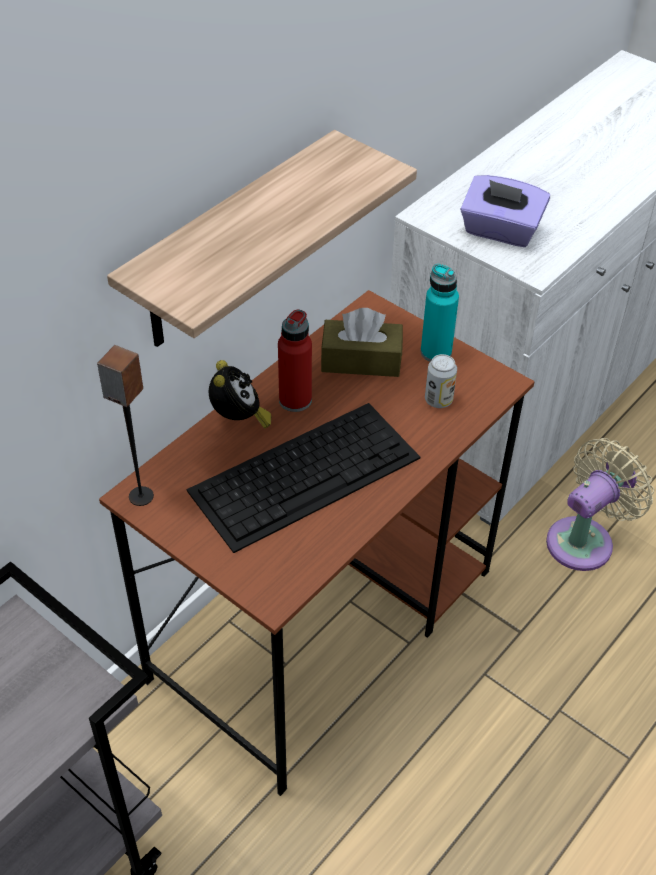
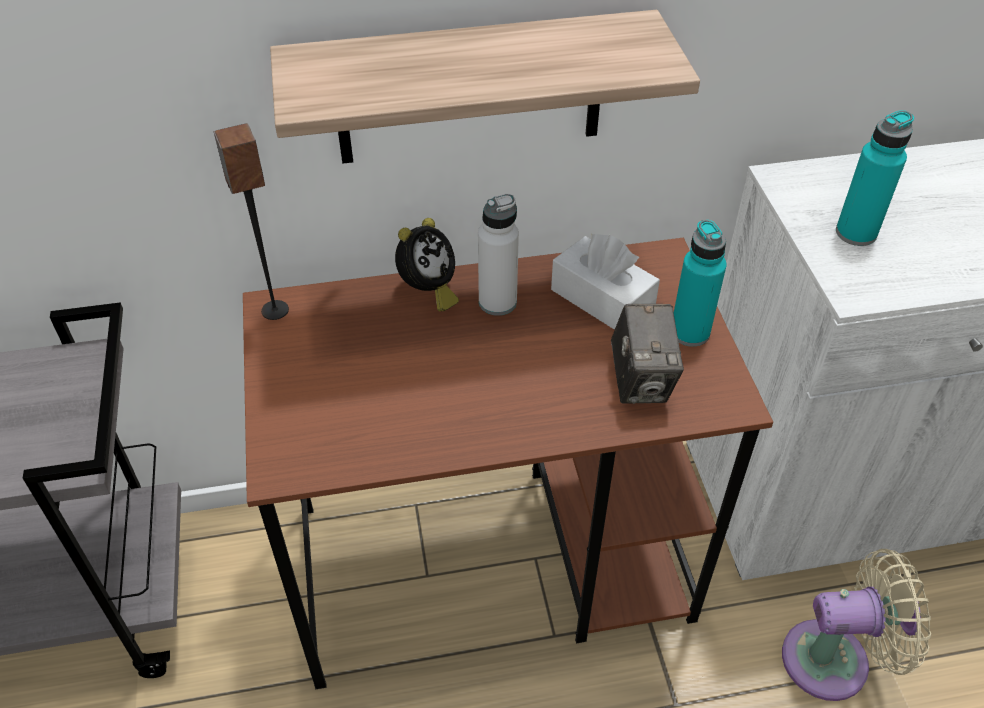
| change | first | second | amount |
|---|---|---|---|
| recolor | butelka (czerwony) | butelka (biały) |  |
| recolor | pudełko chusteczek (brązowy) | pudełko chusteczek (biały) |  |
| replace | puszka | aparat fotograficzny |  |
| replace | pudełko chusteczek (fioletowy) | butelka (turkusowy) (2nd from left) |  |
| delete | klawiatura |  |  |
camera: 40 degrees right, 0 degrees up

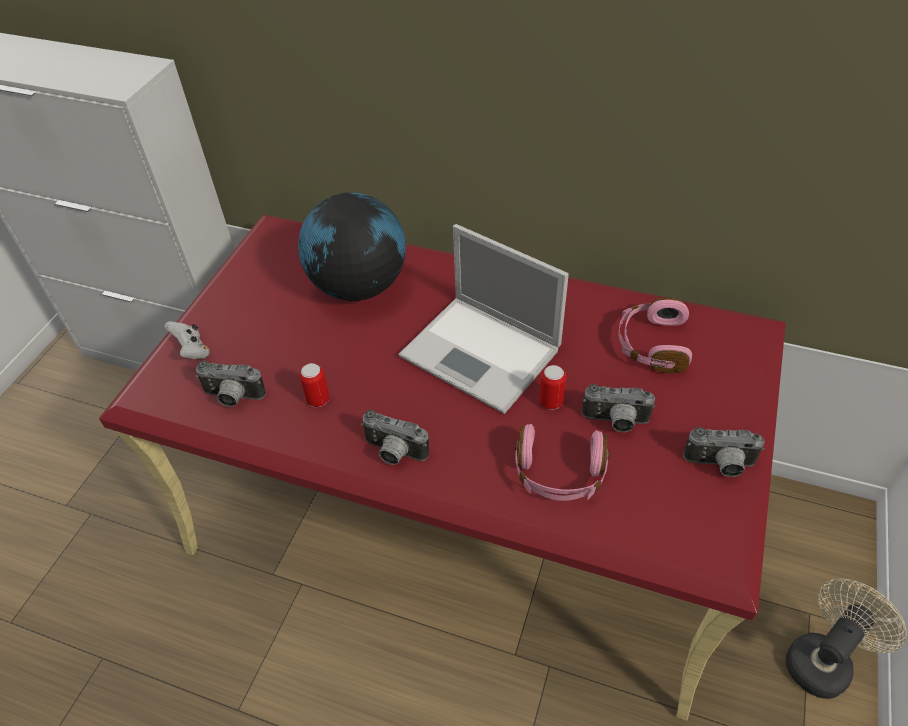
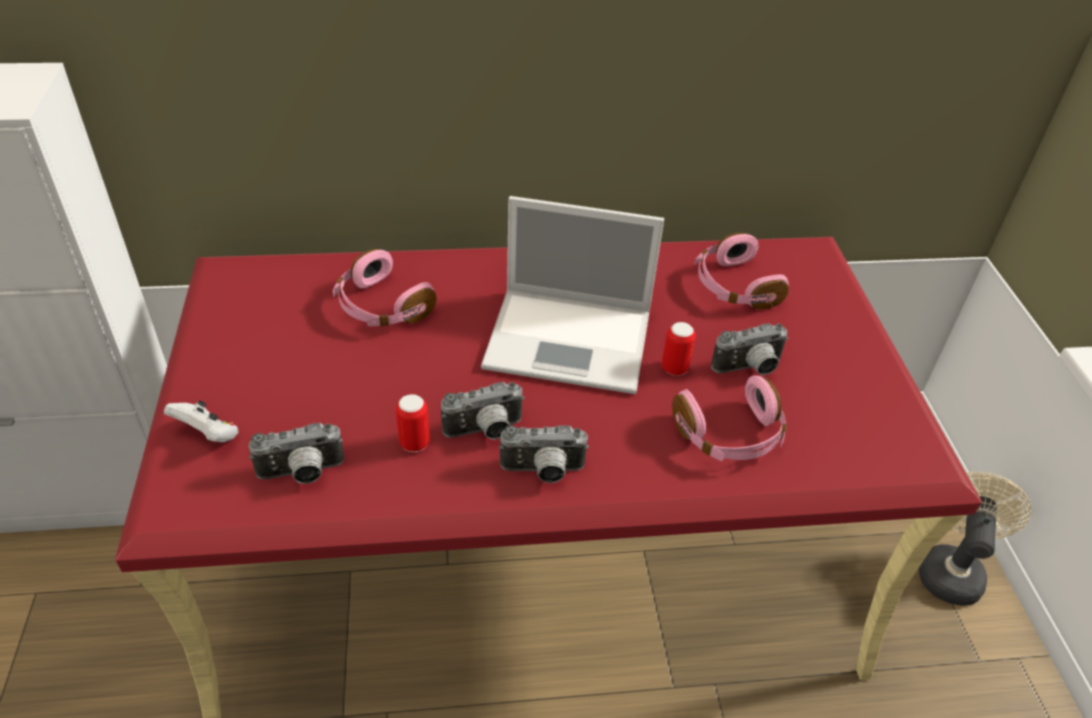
| change | first | second | amount |
|---|---|---|---|
| replace | globus | słuchawki (różowy) (1st from left) |  |
| move | aparat fotograficzny (4th from left in the first image) | aparat fotograficzny (2nd from left) |  |
camera: 30 degrees left, 5 degrees down

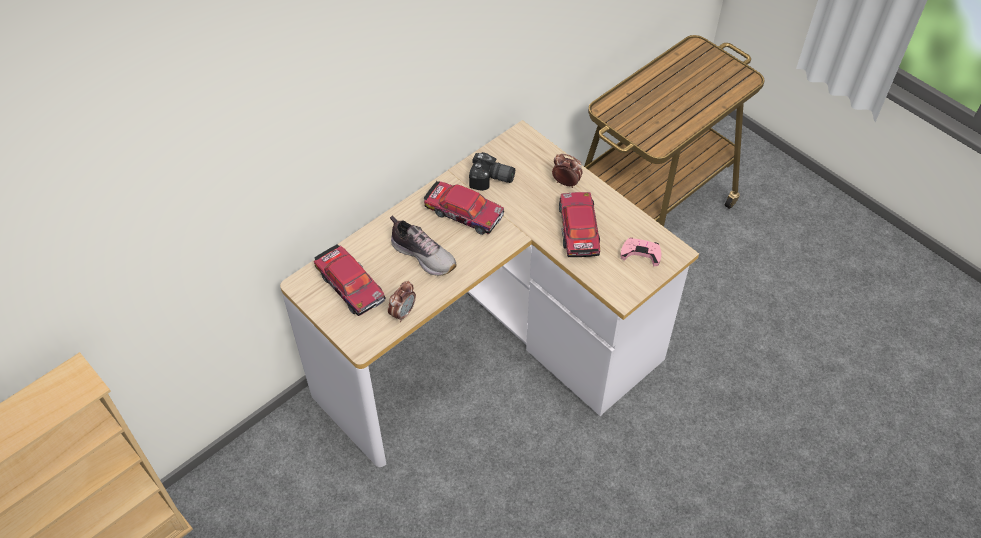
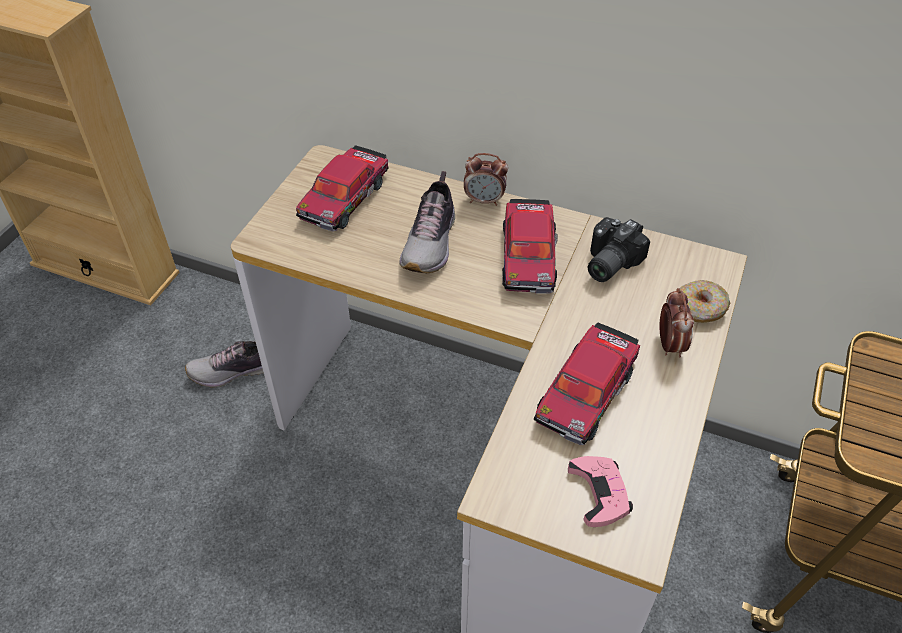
| change | first | second | amount |
|---|---|---|---|
| insert |  | but (1st from left) |  |
| move | budzik (1st from left) |  |  |
| rotate | samochodzik (3rd from left) |  | 150 degrees clockwise |
| rotate | aparat fotograficzny |  | 45 degrees clockwise |
| insert |  | donut |  |
camera: 65 degrees right, 5 degrees down

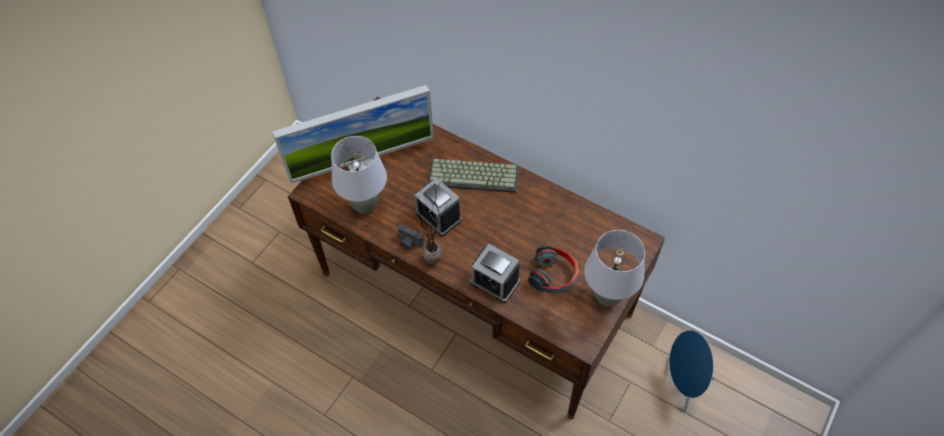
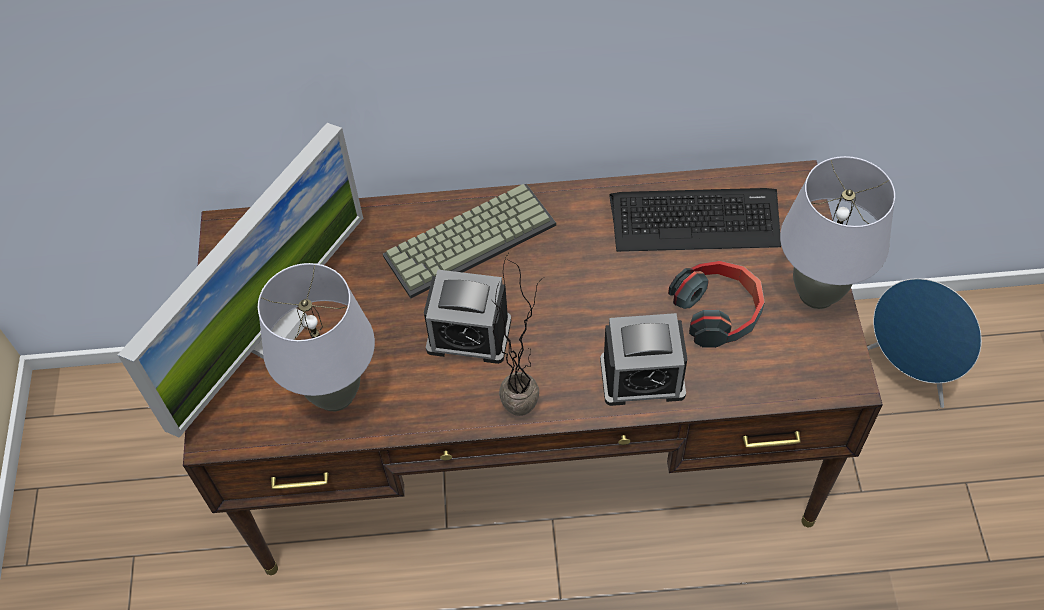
| change | first | second | amount |
|---|---|---|---|
| insert |  | klawiatura (2nd from left) |  |
| delete | aparat fotograficzny |  |  |
camera: 35 degrees left, 0 degrees up

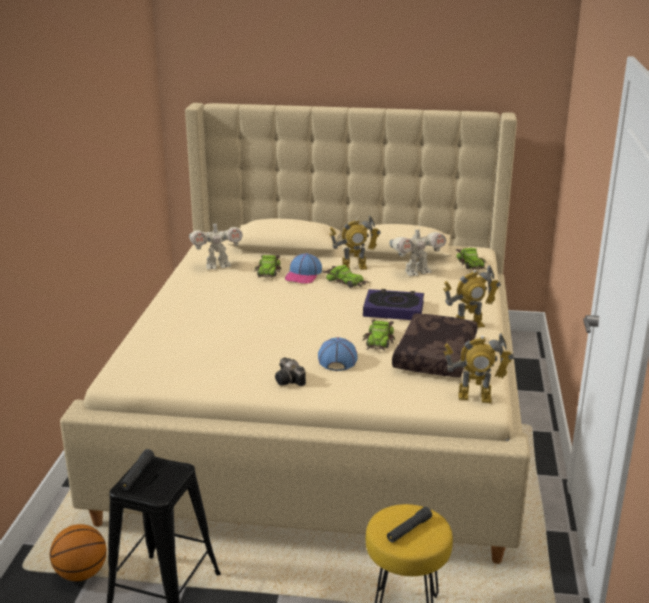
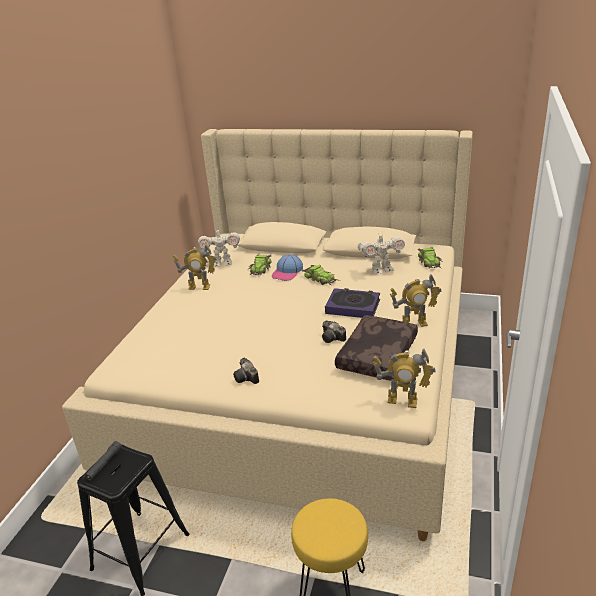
| change | first | second | amount |
|---|---|---|---|
| move | robot zabawkowy (2nd from left in the first image) | robot zabawkowy (1st from left) |  |
| replace | samochodzik (3rd from left) | aparat fotograficzny (2nd from left) |  |
| delete | piłka do koszykówki |  |  |
| delete | czapka z daszkiem (2nd from left) |  |  |
| delete | latarka (czarny) (2nd from left) |  |  |
camera: 10 degrees right, 5 degrees up

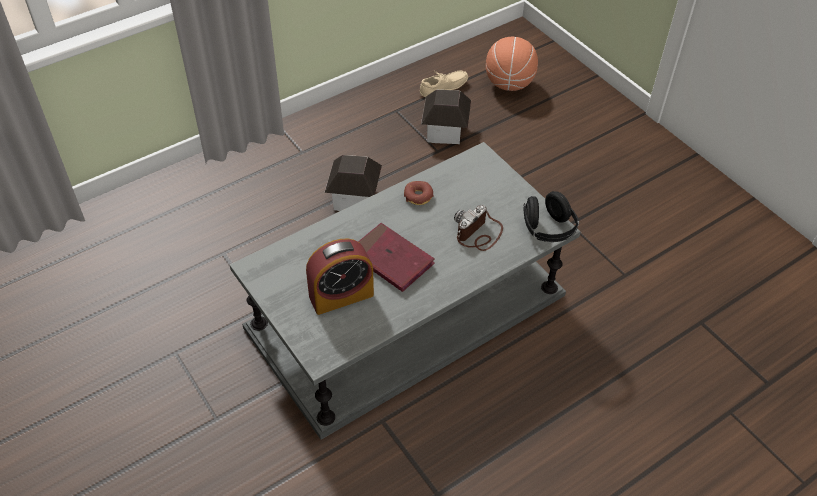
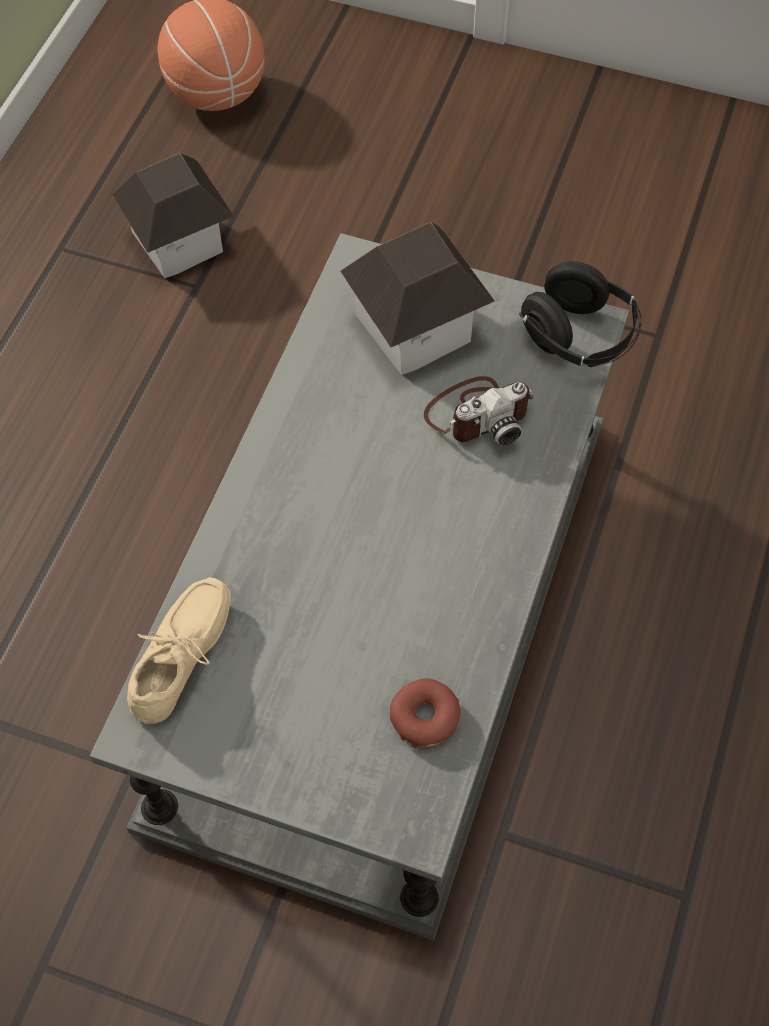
| change | first | second | amount |
|---|---|---|---|
| move | but (beżowy) |  |  |
| move | domek (1st from left in the first image) | domek (2nd from left) |  |
| move | donut |  |  |
| rotate | aparat fotograficzny |  | 120 degrees counterclockwise |
| delete | budzik |  |  |
| delete | książka (czerwony) |  |  |
camera: 35 degrees left, 10 degrees up

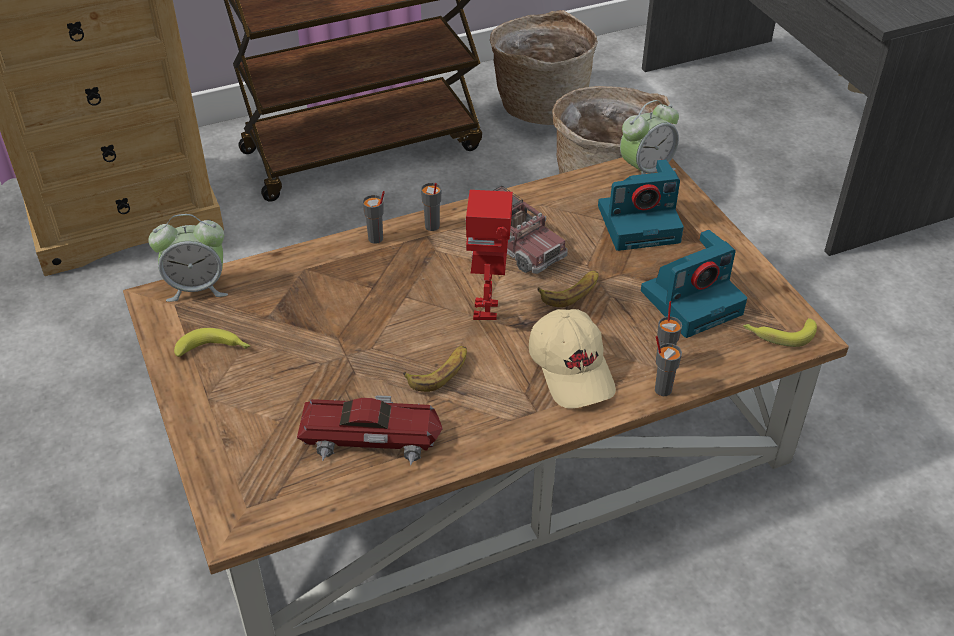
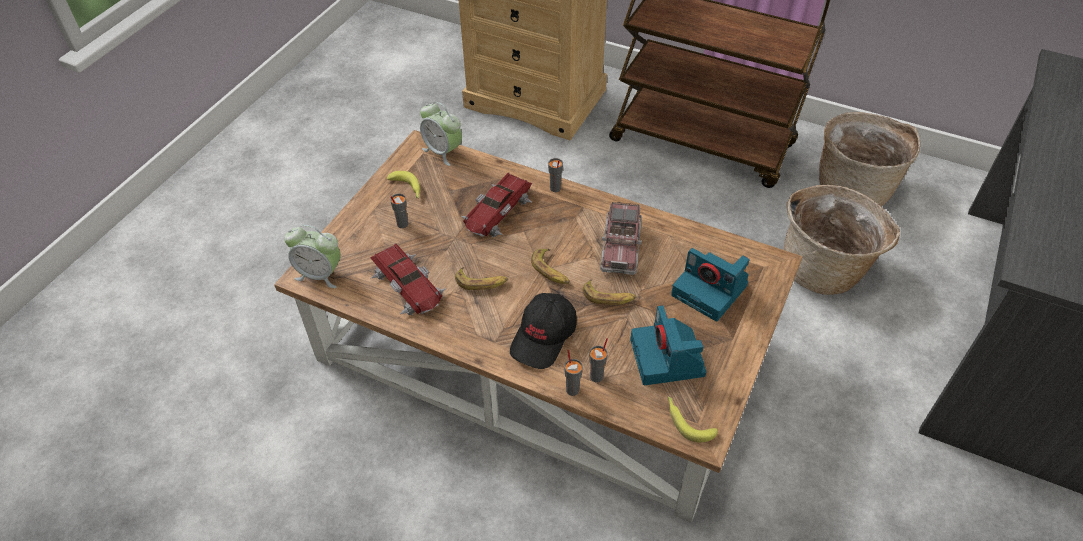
| change | first | second | amount |
|---|---|---|---|
| move | budzik (2nd from left in the first image) | budzik (1st from left) |  |
| move | filiżanka (szary) (2nd from left in the first image) | filiżanka (szary) (1st from left) |  |
| insert |  | samochodzik (2nd from left) |  |
| recolor | czapka z daszkiem (beżowy) | czapka z daszkiem (czarny) |  |
| replace | robot zabawkowy | banan (3rd from left) |  |
| rotate | aparat fotograficzny (2nd from left in the first image) | aparat fotograficzny (1st from left) | 60 degrees clockwise |
camera: 50 degrees right, 5 degrees up

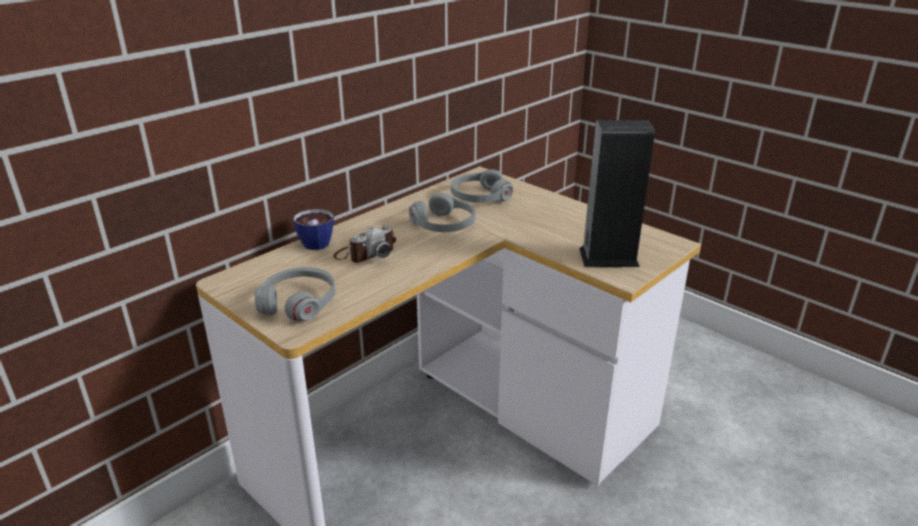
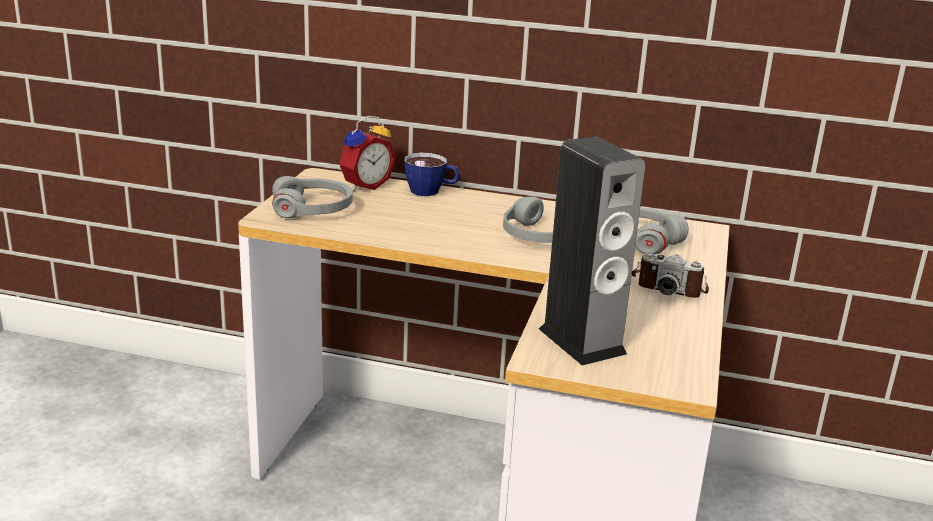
| change | first | second | amount |
|---|---|---|---|
| insert |  | budzik |  |
| move | aparat fotograficzny |  |  |
camera: 60 degrees right, 5 degrees down

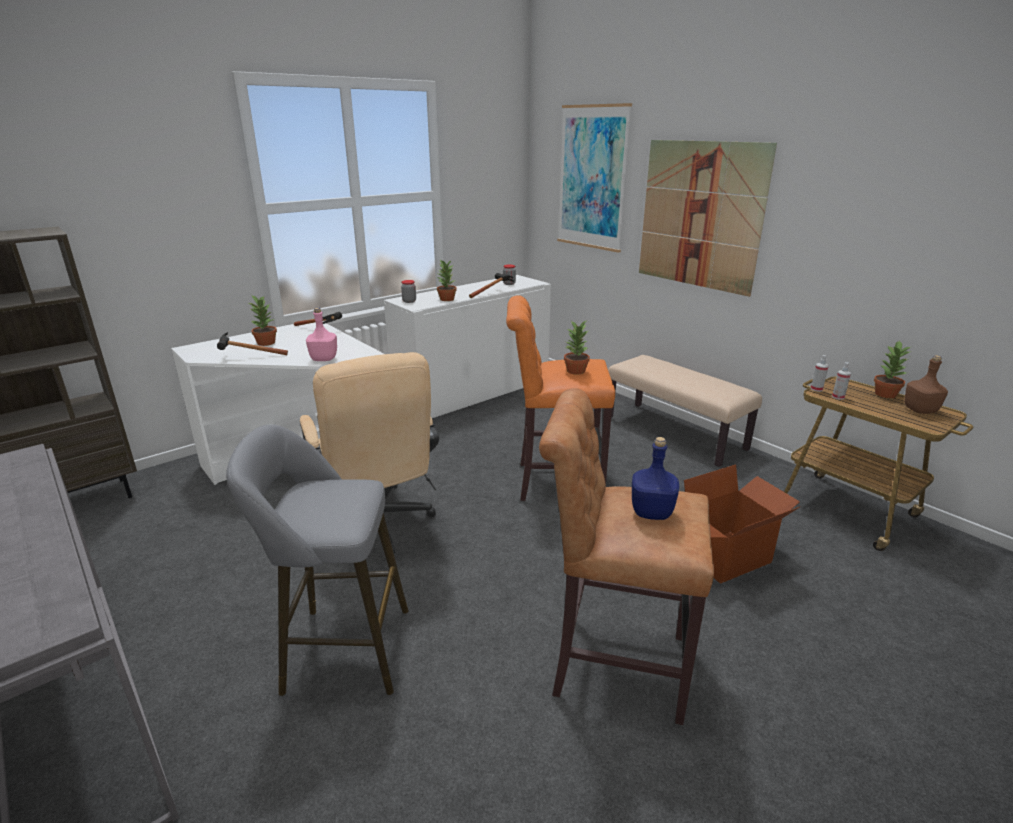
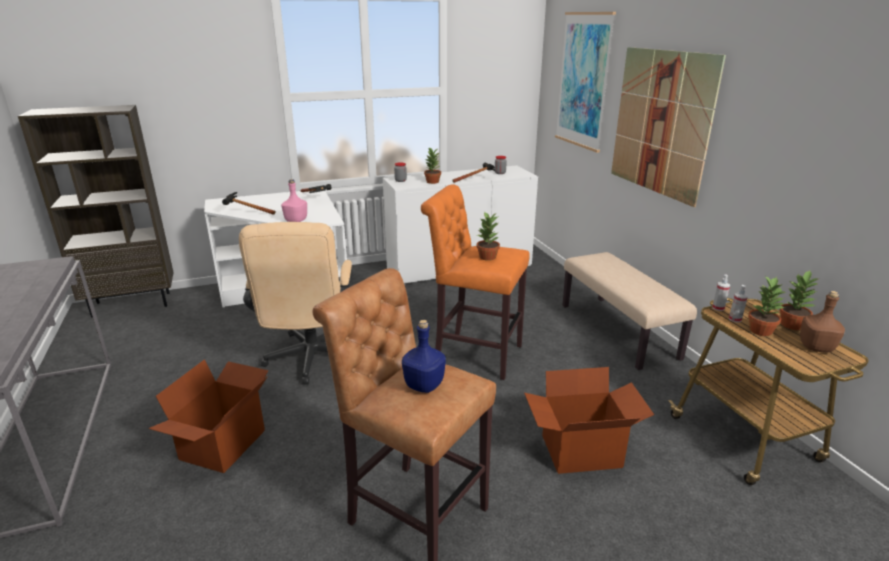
| change | first | second | amount |
|---|---|---|---|
| replace | stołek (szary) | karton (1st from left) |  |
| move | roślina doniczkowa (1st from left in the first image) | roślina doniczkowa (3rd from left) |  |
camera: 20 degrees right, 0 degrees up

